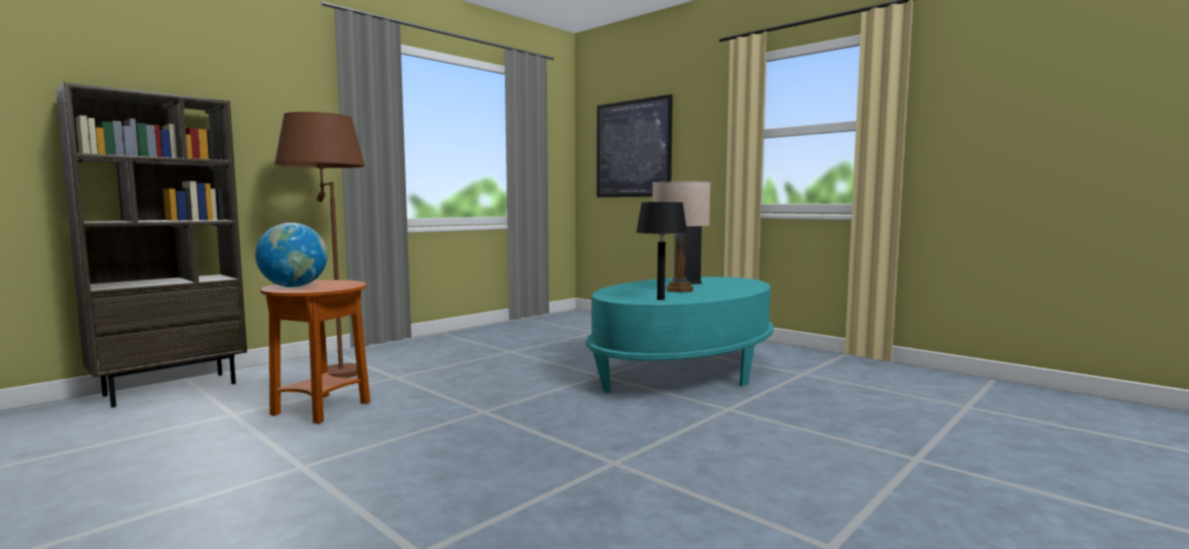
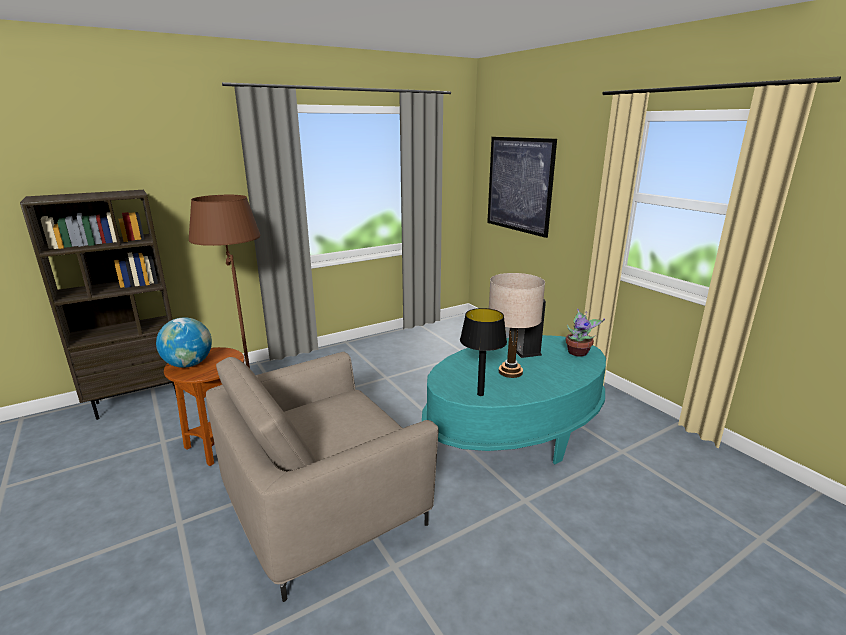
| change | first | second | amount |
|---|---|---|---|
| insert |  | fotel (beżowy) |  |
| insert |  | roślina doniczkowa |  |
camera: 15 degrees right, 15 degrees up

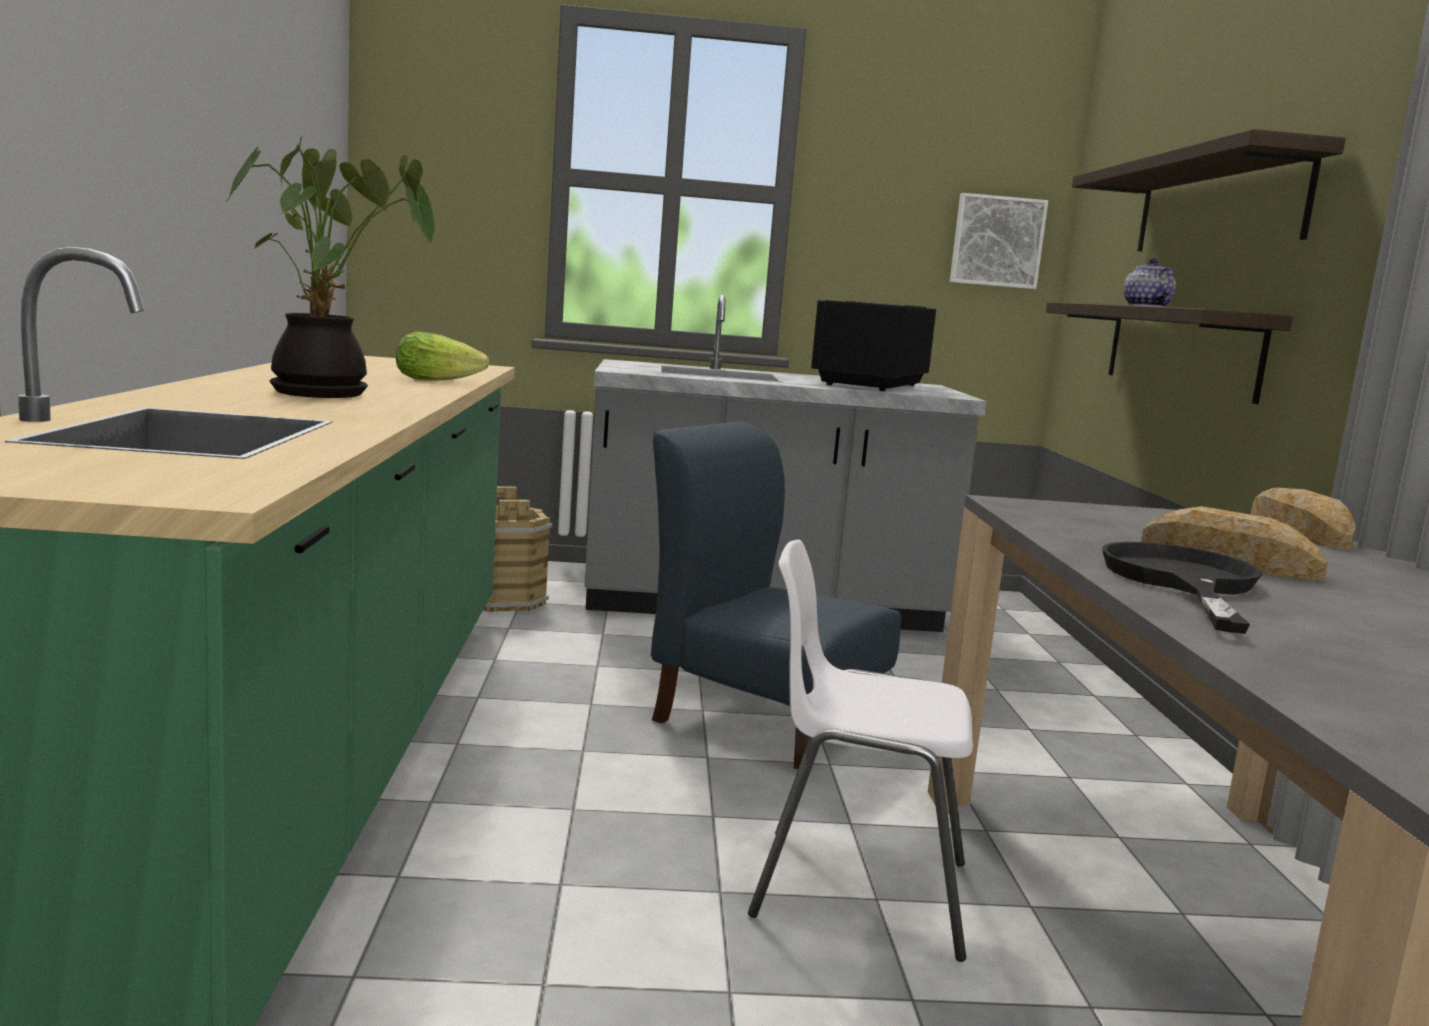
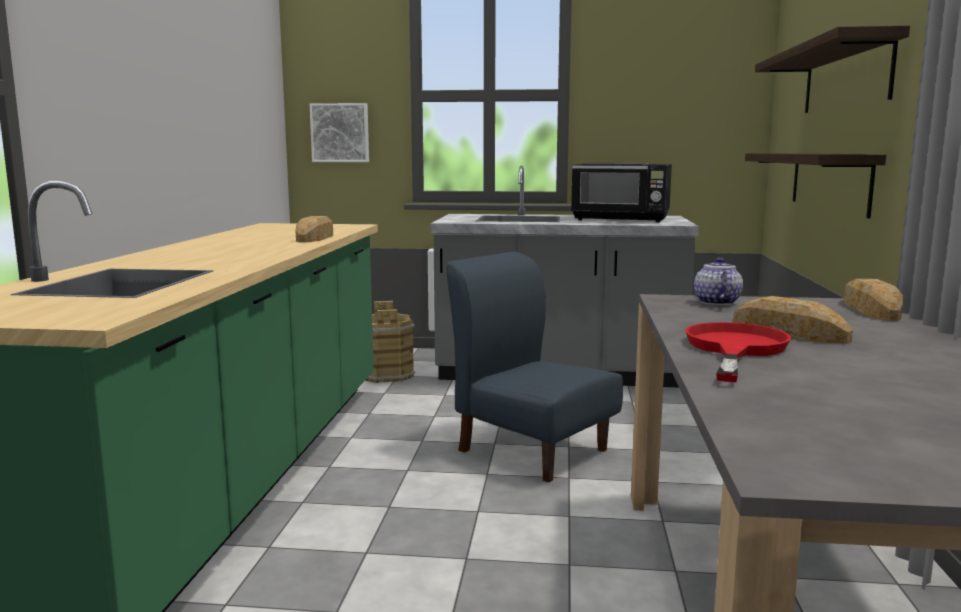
| change | first | second | amount |
|---|---|---|---|
| replace | sałata | chleb (1st from left) |  |
| move | obraz |  |  |
| rotate | mikrofalówka (czarny) |  | 105 degrees counterclockwise |
| recolor | patelnia (czarny) | patelnia (czerwony) |  |
| move | imbryk |  |  |
| delete | roślina doniczkowa |  |  |
| delete | krzesło (biały) |  |  |
camera: 10 degrees right, 0 degrees up

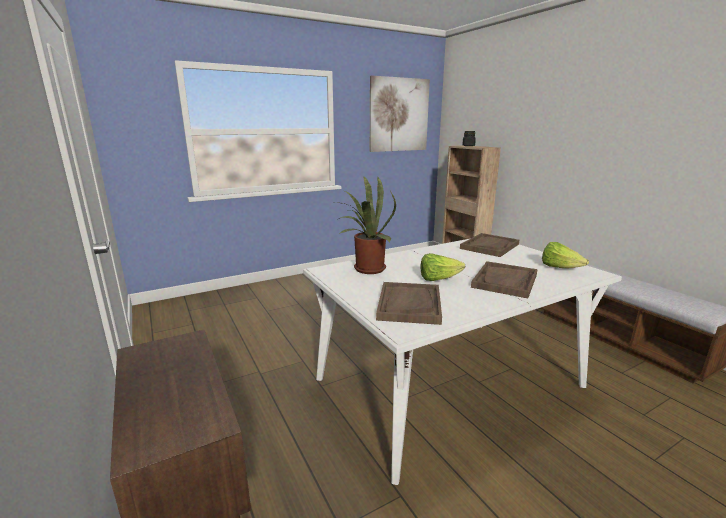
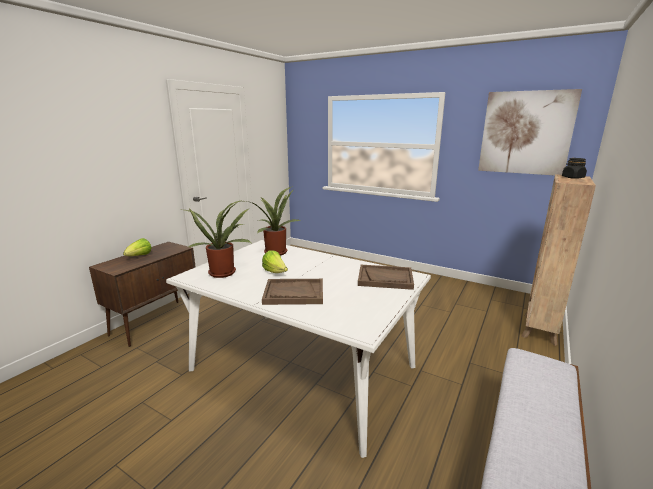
| change | first | second | amount |
|---|---|---|---|
| move | sałata (2nd from left in the first image) | sałata (1st from left) |  |
| replace | taca (brązowy) (1st from left) | roślina doniczkowa (1st from left) |  |
camera: 60 degrees right, 0 degrees up

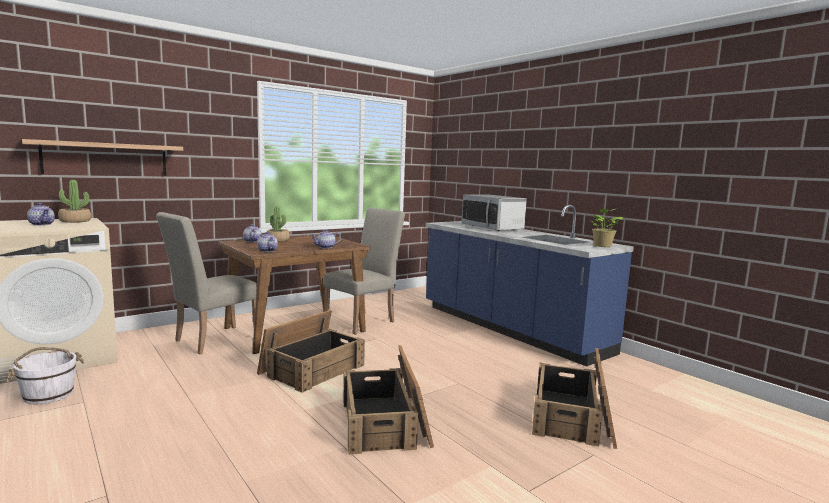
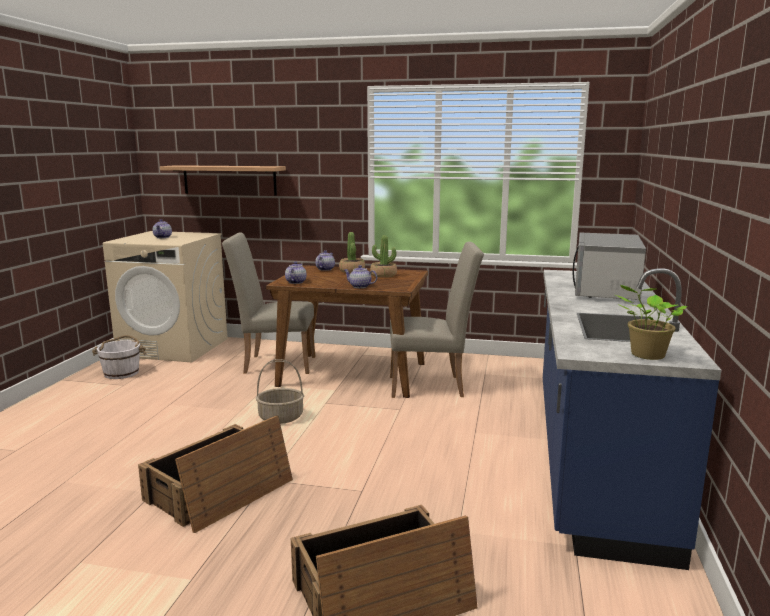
| change | first | second | amount |
|---|---|---|---|
| replace | skrzynka (1st from left) | koszyk |  |
| move | roślina doniczkowa (1st from left in the first image) | roślina doniczkowa (2nd from left) |  |
camera: 50 degrees right, 5 degrees up

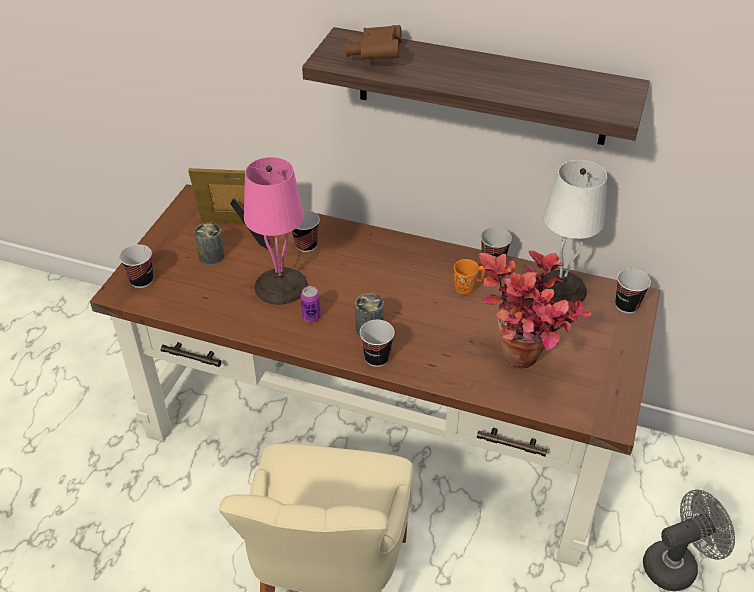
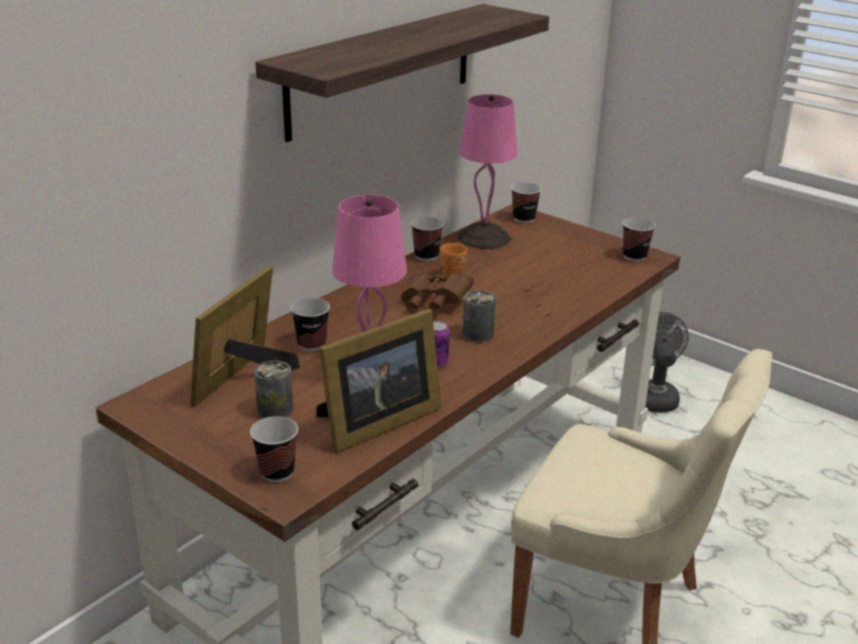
| change | first | second | amount |
|---|---|---|---|
| insert |  | ramka na zdjęcie (2nd from left) |  |
| move | lornetka (brązowy) |  |  |
| recolor | lampa stołowa (biały) | lampa stołowa (różowy) (2nd from left) |  |
| move | filiżanka (3rd from left in the first image) | filiżanka (5th from left) |  |
| delete | roślina doniczkowa |  |  |
camera: 70 degrees left, 15 degrees down

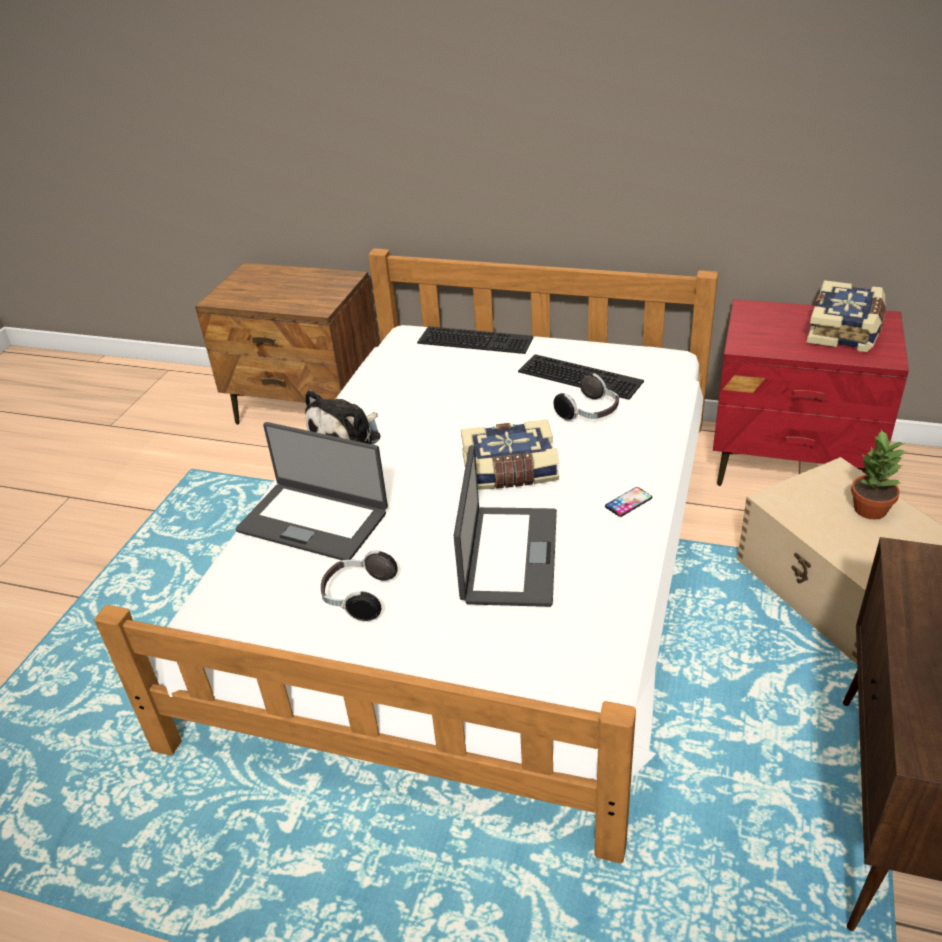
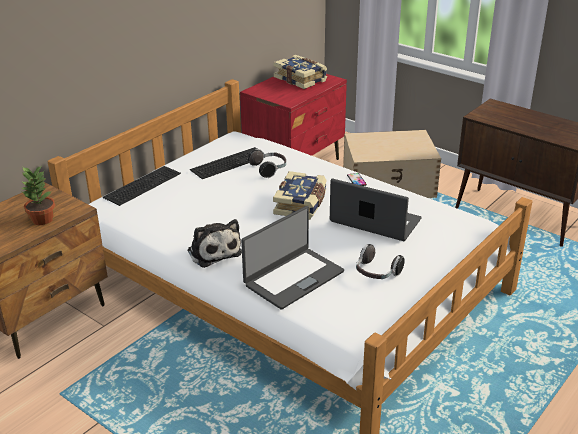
| change | first | second | amount |
|---|---|---|---|
| move | roślina doniczkowa |  |  |
camera: 70 degrees left, 5 degrees down

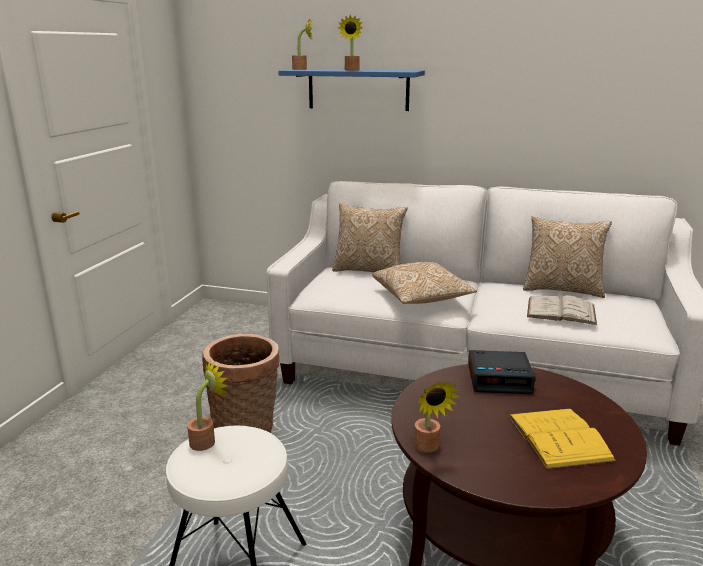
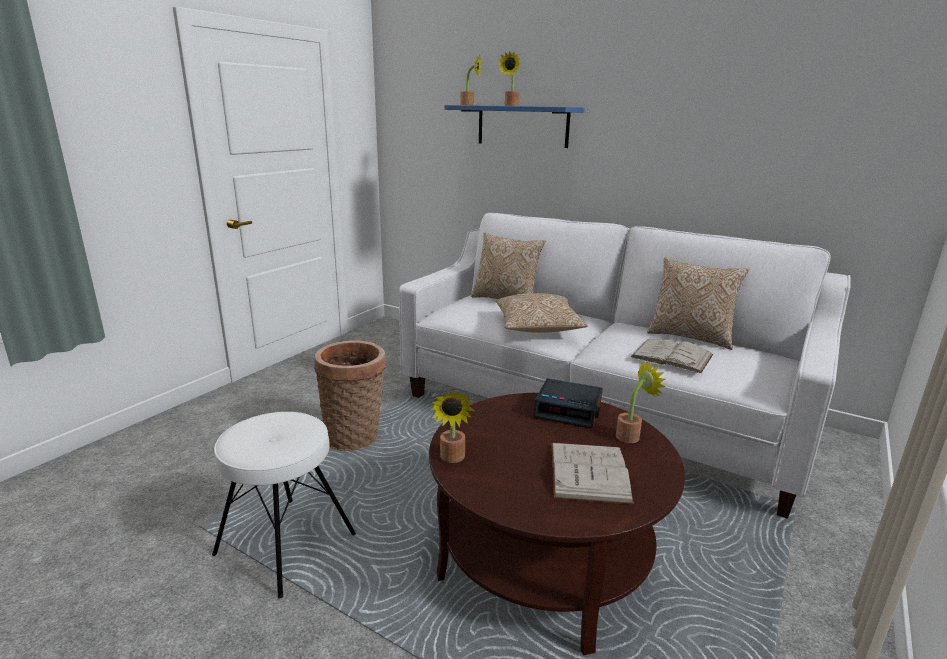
| change | first | second | amount |
|---|---|---|---|
| recolor | książka (żółty) | książka (biały) (1st from left) |  |
| move | roślina doniczkowa (1st from left in the first image) | roślina doniczkowa (4th from left) |  |
camera: 15 degrees right, 0 degrees up

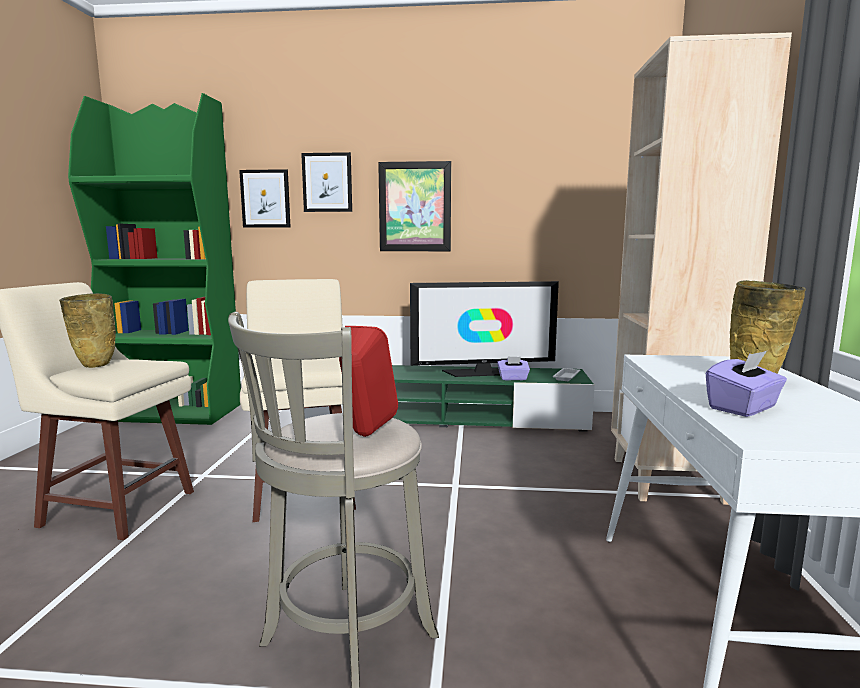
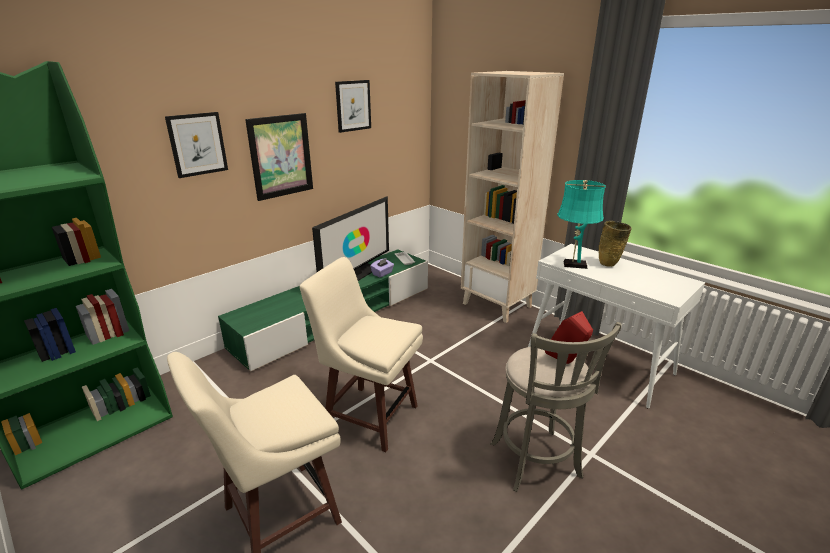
| change | first | second | amount |
|---|---|---|---|
| move | obraz (1st from left in the first image) | obraz (3rd from left) |  |
| insert |  | lampa stołowa (turkusowy) |  |
| delete | wazon (beżowy) (1st from left) |  |  |
| delete | pudełko chusteczek (fioletowy) (2nd from left) |  |  |
camera: 50 degrees left, 15 degrees up

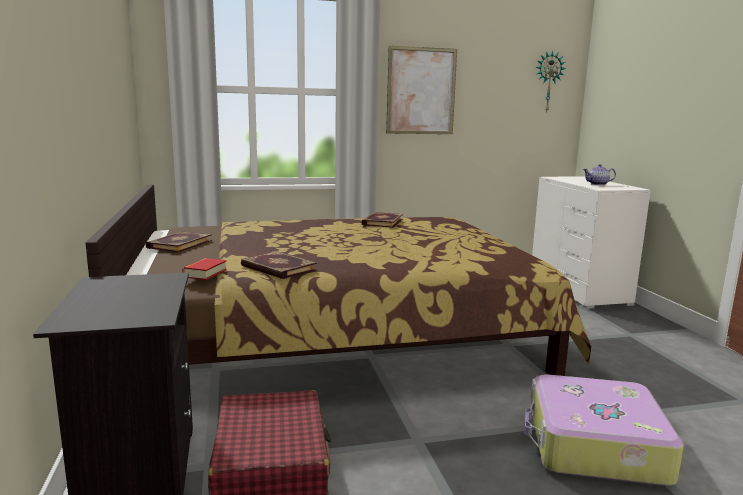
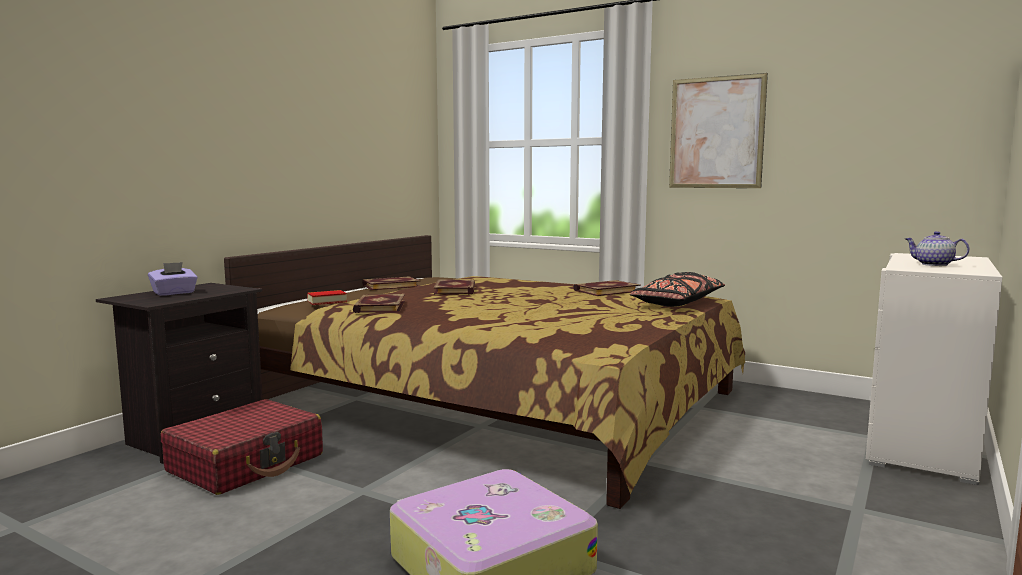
| change | first | second | amount |
|---|---|---|---|
| insert |  | pudełko chusteczek (fioletowy) |  |
| insert |  | książka (4th from left) |  |
| insert |  | poduszka (czarny) |  |
| delete | zegar ścienny |  |  |
camera: 45 degrees right, 5 degrees down

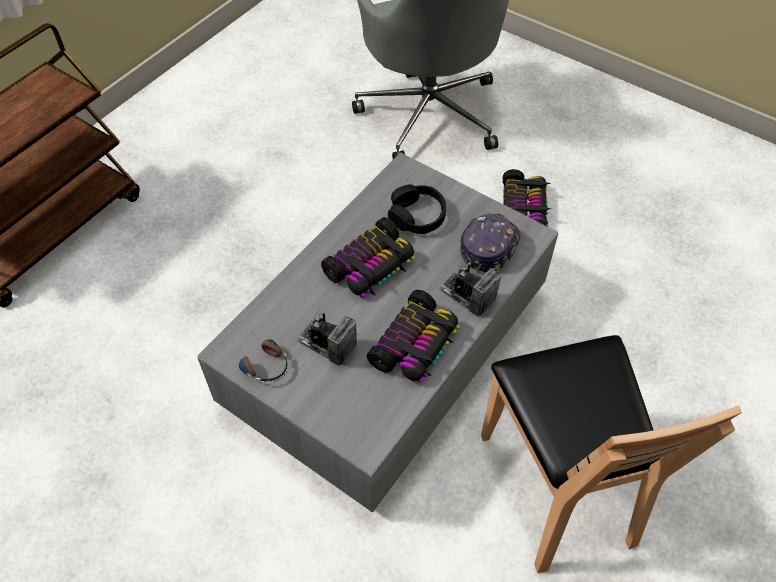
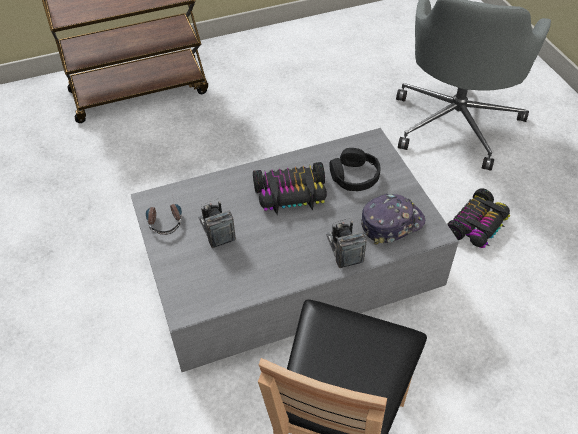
| change | first | second | amount |
|---|---|---|---|
| delete | samochodzik (2nd from left) |  |  |
camera: 35 degrees right, 5 degrees down

